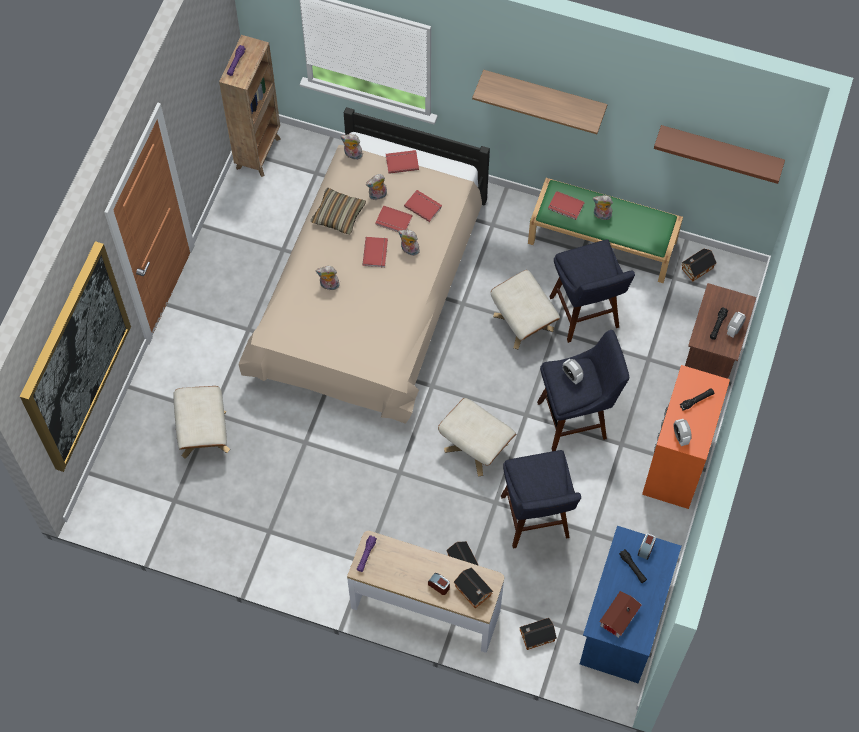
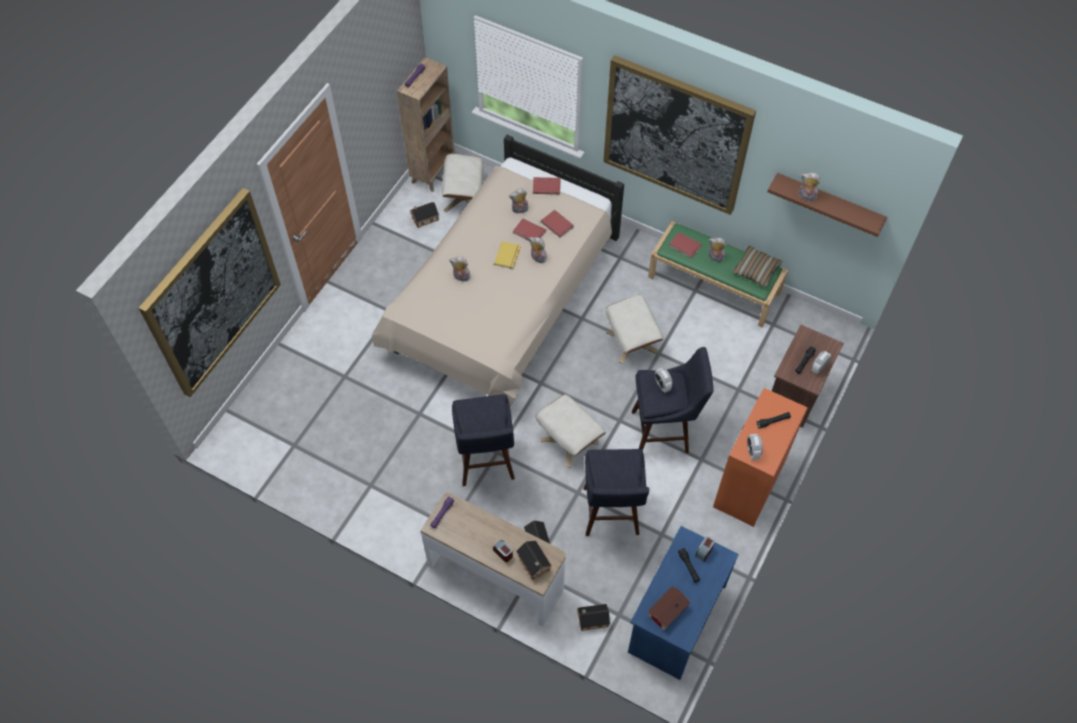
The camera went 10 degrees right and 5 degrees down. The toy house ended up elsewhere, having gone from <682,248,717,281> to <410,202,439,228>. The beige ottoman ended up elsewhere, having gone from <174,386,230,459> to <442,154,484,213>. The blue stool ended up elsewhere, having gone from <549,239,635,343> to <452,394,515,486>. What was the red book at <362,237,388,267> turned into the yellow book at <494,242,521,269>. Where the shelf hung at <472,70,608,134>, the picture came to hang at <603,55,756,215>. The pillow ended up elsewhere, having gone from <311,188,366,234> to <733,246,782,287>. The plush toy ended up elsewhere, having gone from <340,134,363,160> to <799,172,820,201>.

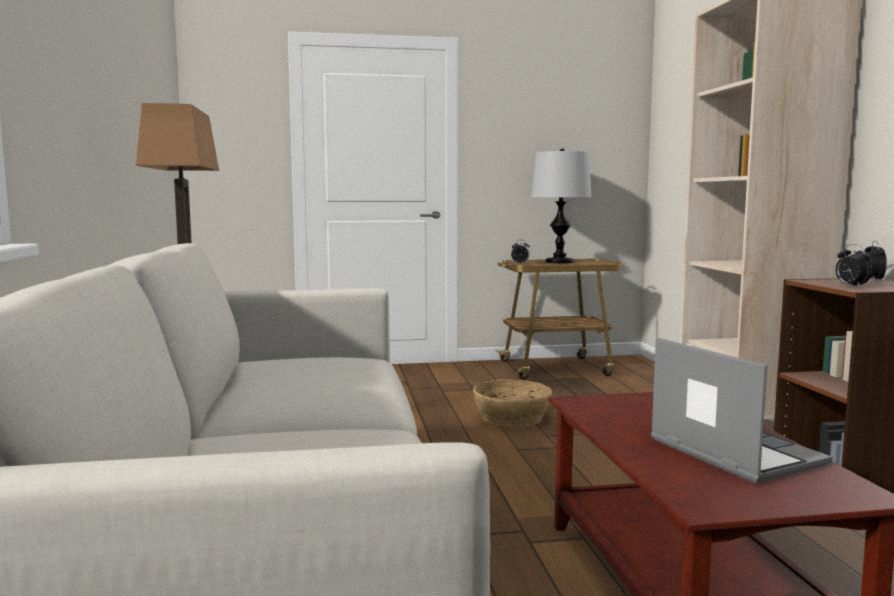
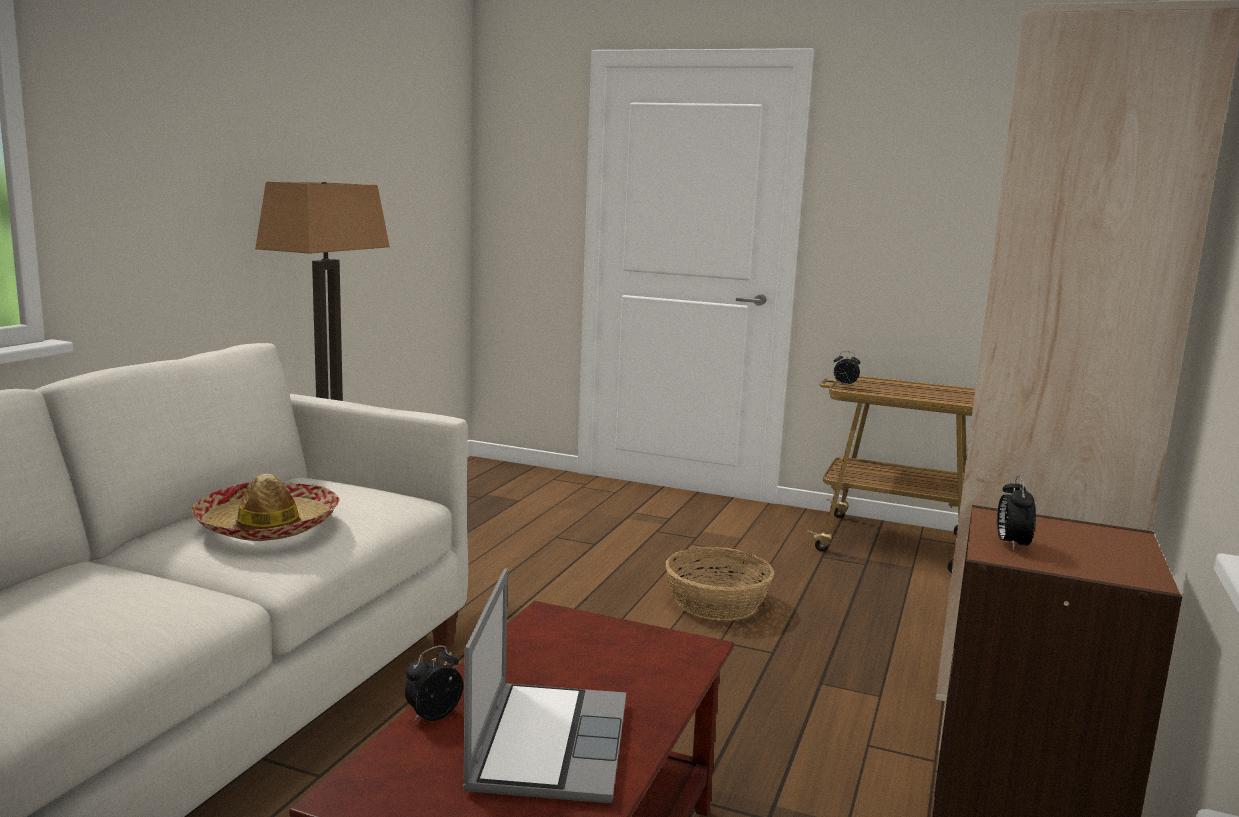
The camera went 30 degrees right and 5 degrees up. The second view gained the hat at <192,473,340,541>. The alarm clock ended up elsewhere, having gone from <865,241,887,281> to <405,645,463,722>. The second view lost the table lamp at <531,148,592,263>.

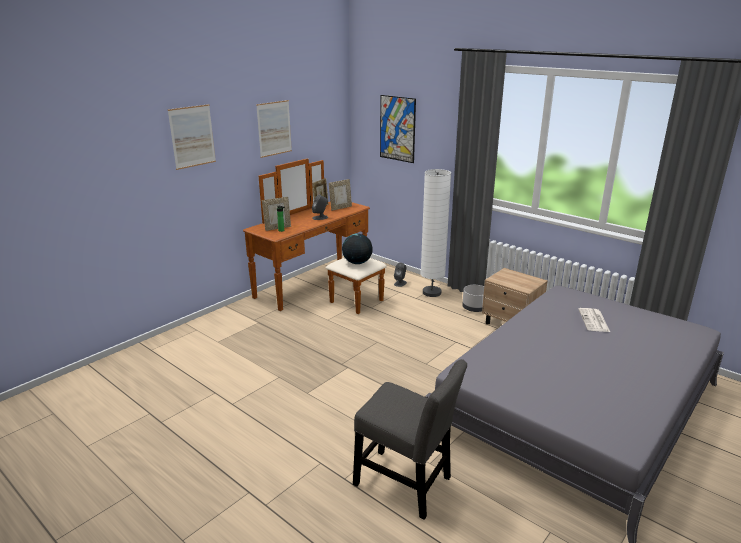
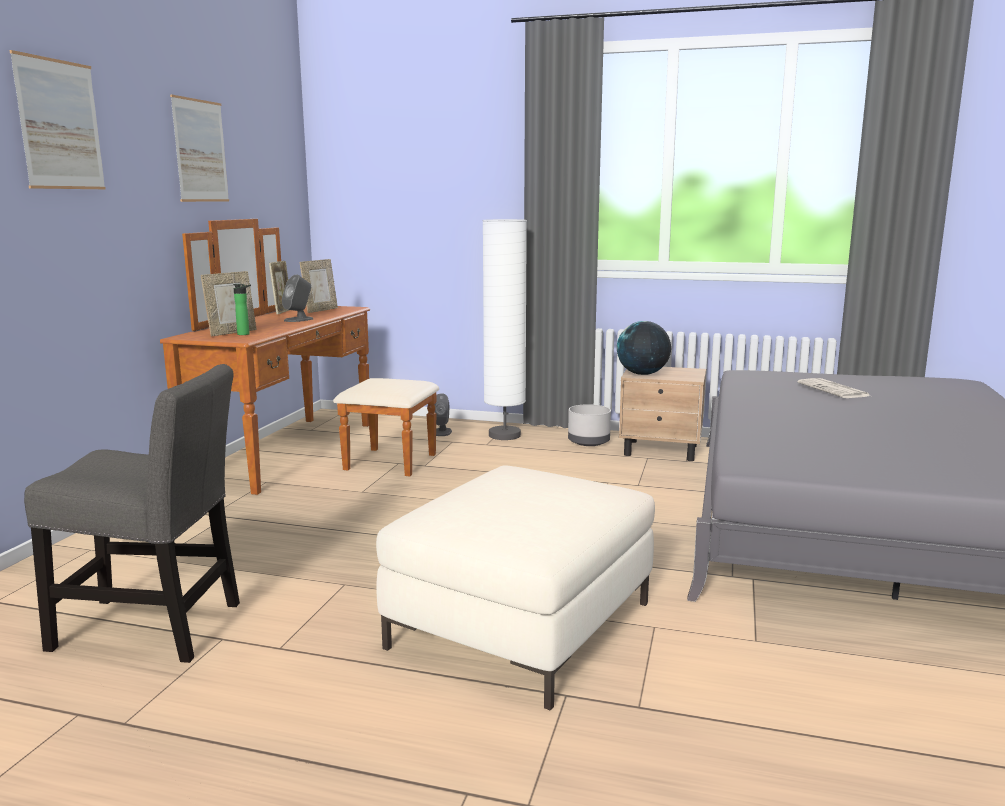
The camera went 25 degrees left and 10 degrees down. The grey chair ended up elsewhere, having gone from <353,359,467,520> to <24,364,240,663>. The second view gained the white ottoman at <376,465,655,710>. The globe ended up elsewhere, having gone from <342,234,373,264> to <617,321,671,375>. The second view lost the picture at <380,95,416,163>.

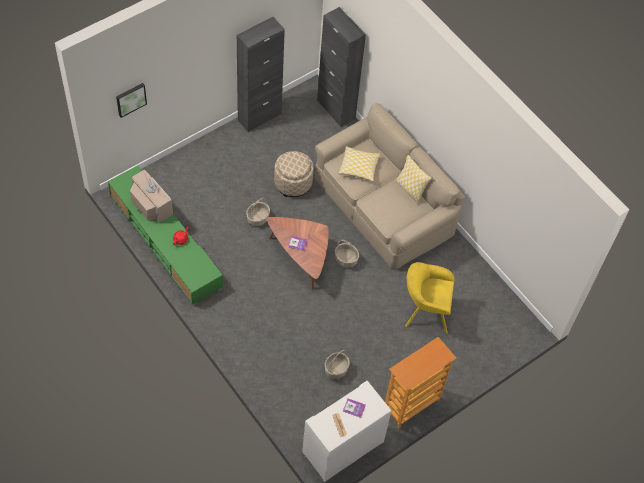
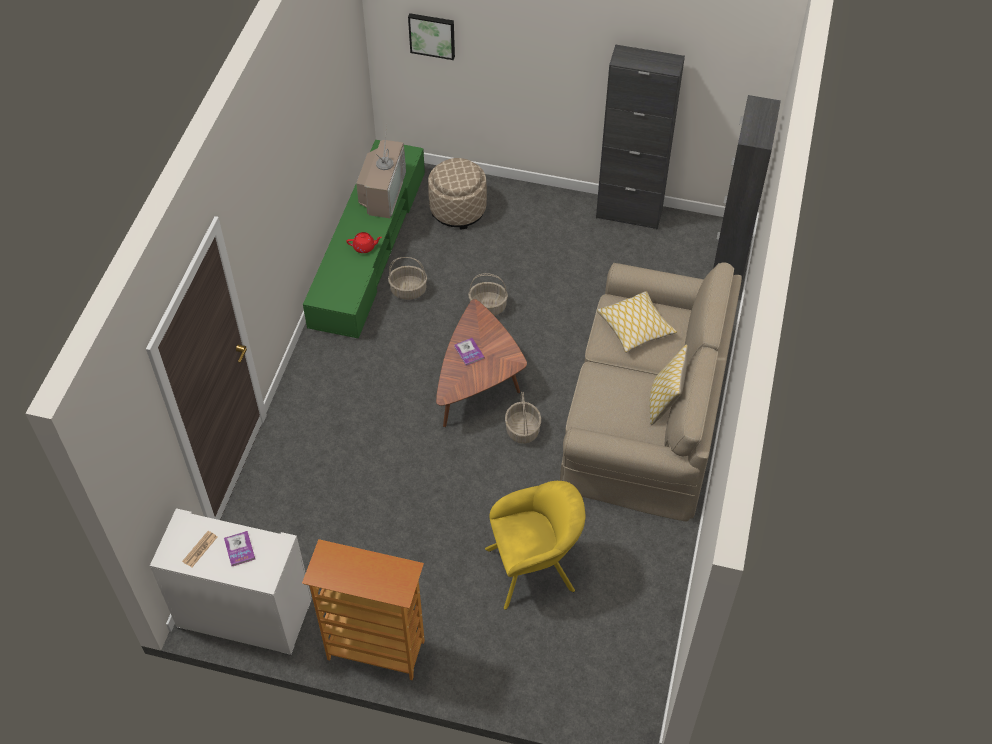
The camera went 55 degrees right and 5 degrees down. The basket ended up elsewhere, having gone from <325,350,350,379> to <388,257,427,300>. The beige ottoman ended up elsewhere, having gone from <274,151,314,197> to <428,158,487,230>. The yellow armchair at <405,262,454,334> ended up facing another way, 105 degrees clockwise from before.

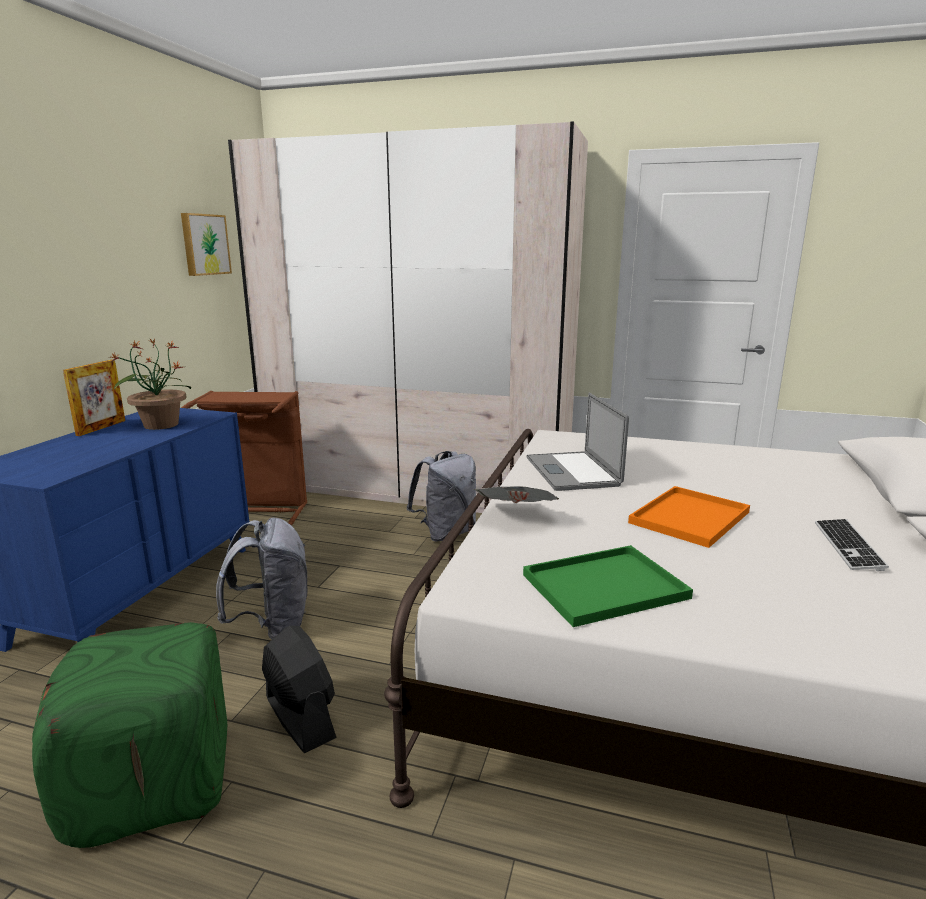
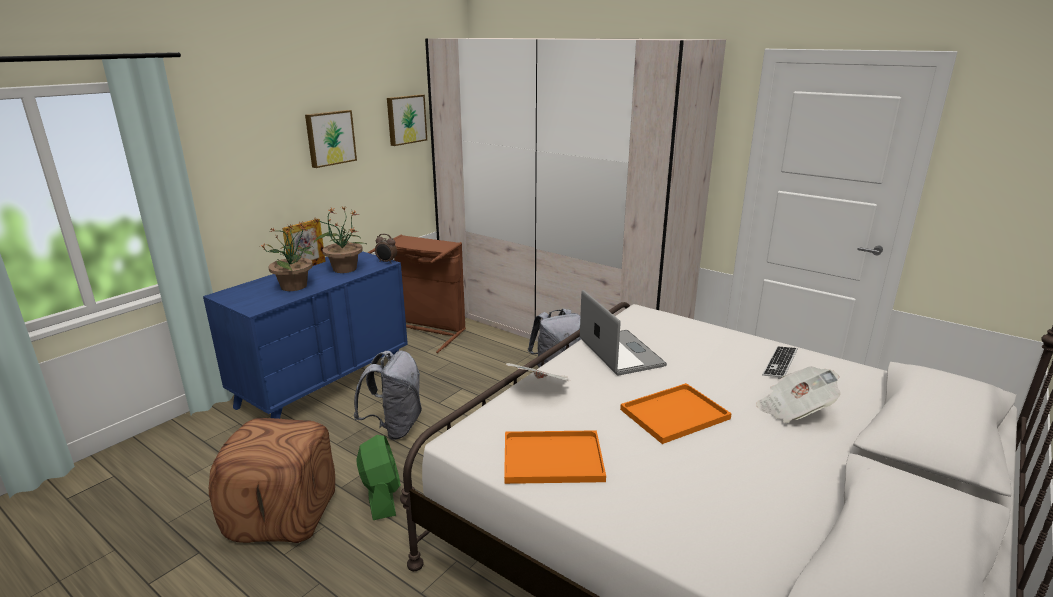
The camera went 20 degrees right and 5 degrees up. What was the green ottoman at <32,622,227,848> turned into the brown ottoman at <209,418,335,543>. The second view gained the potted plant at <260,220,314,291>. The second view gained the picture at <305,110,357,168>. What was the black fan at <262,626,337,753> turned into the green fan at <356,435,401,520>. The second view gained the alarm clock at <375,234,397,264>. What was the green tray at <523,545,693,627> turned into the orange tray at <504,430,606,484>. The laptop at <526,393,629,491> ended up facing another way, 150 degrees clockwise from before. The second view gained the newspaper at <756,366,840,423>. The keyboard ended up elsewhere, having gone from <815,519,889,571> to <762,347,798,379>.

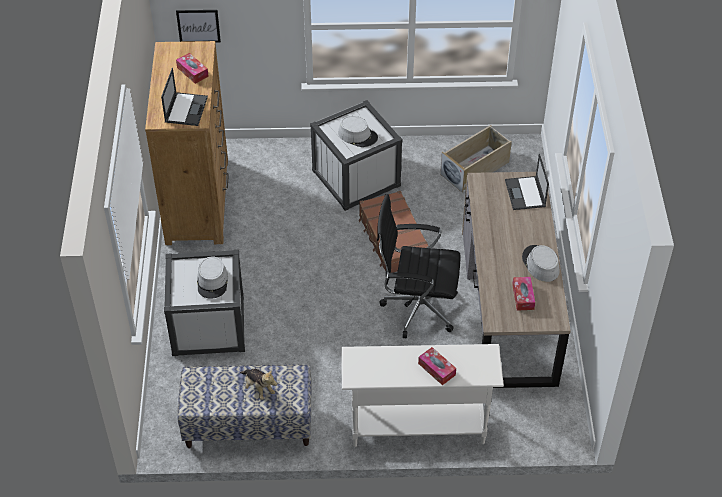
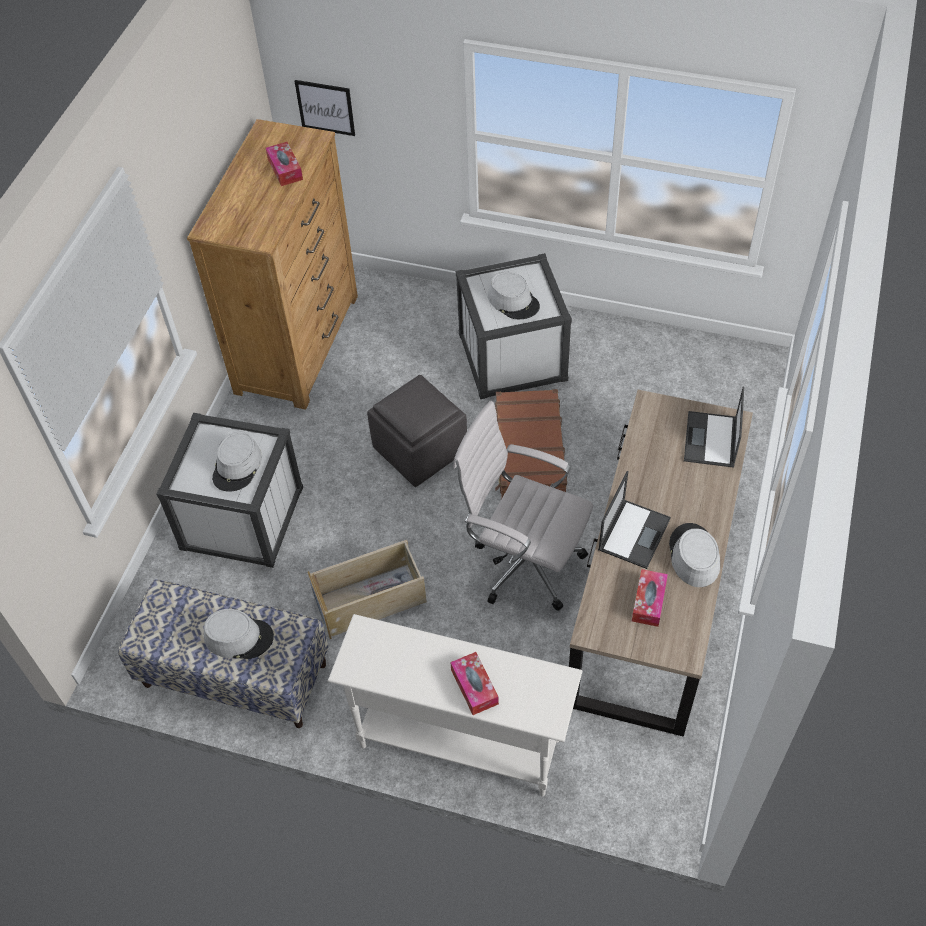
The camera went 20 degrees right and 5 degrees up. Where the plush toy stood at <240,369,277,400>, the grey hat came to stand at <204,609,274,659>. The beige storage box ended up elsewhere, having gone from <440,125,512,193> to <307,540,427,639>. The second view gained the grey ottoman at <367,375,467,487>. What was the black office chair at <377,194,461,338> turned into the white office chair at <453,401,593,610>. The laptop ended up elsewhere, having gone from <161,68,208,126> to <598,471,671,569>.

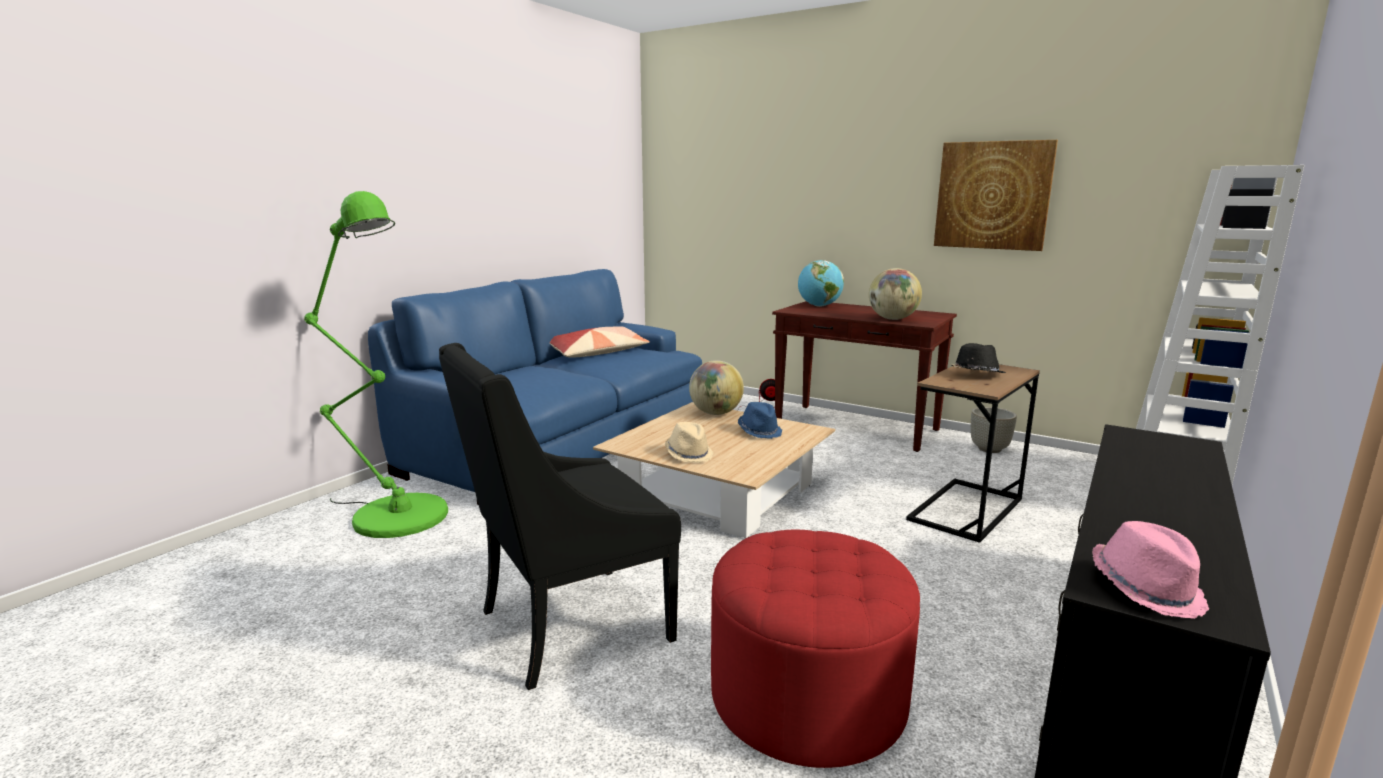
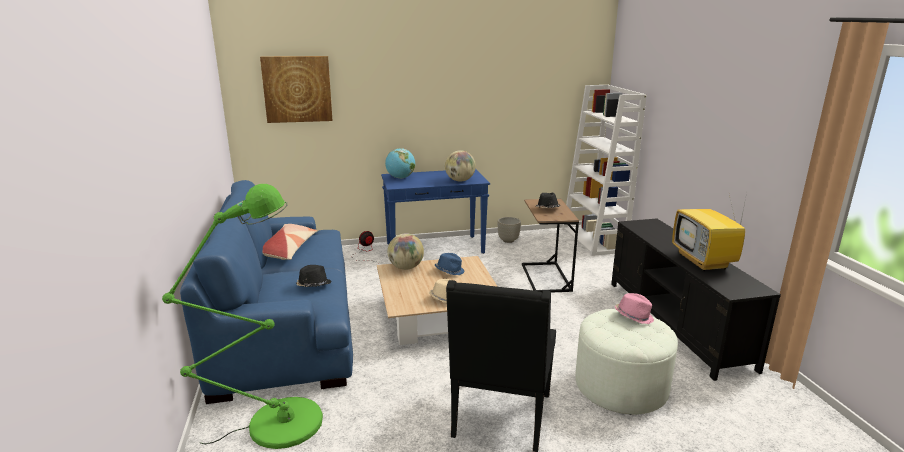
The camera went 45 degrees left and 5 degrees up. The picture ended up elsewhere, having gone from <934,140,1058,251> to <260,56,333,123>. The second view gained the black hat at <296,265,332,287>. What was the brown console table at <772,301,957,452> turned into the blue console table at <381,169,490,254>. What was the red ottoman at <711,530,920,768> turned into the white ottoman at <575,309,678,415>. The pink hat ended up elsewhere, having gone from <1092,521,1209,619> to <615,293,654,324>. The second view gained the television at <672,193,747,271>.

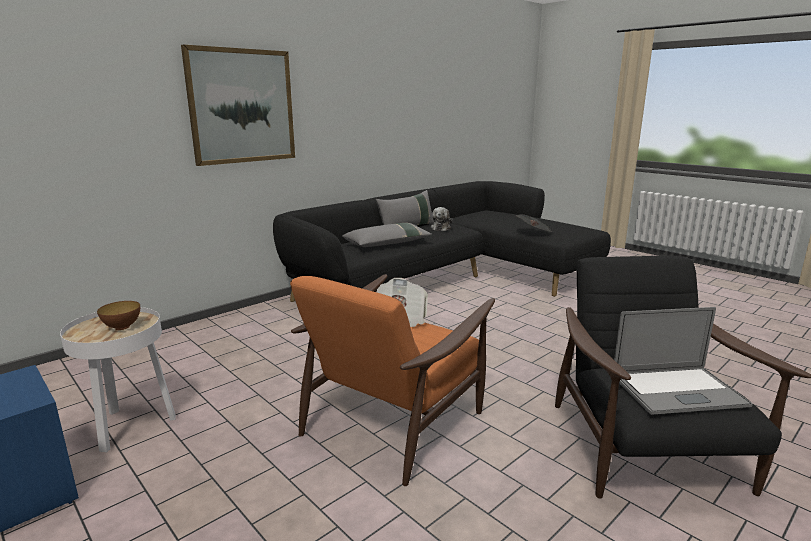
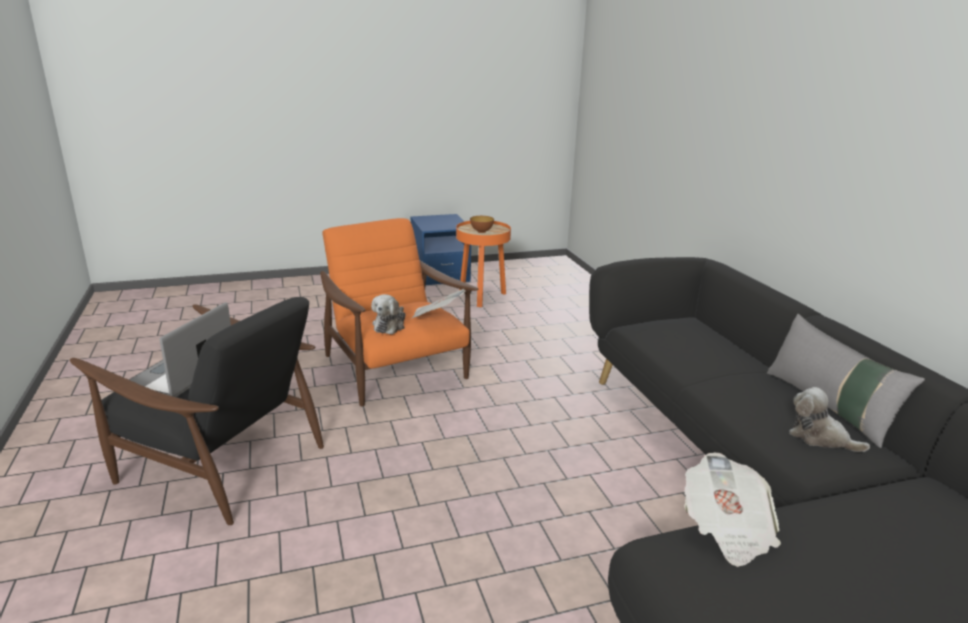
The camera went 115 degrees right and 5 degrees up. The second view gained the plush toy at <371,294,406,334>. What was the white side table at <60,307,176,452> turned into the orange side table at <456,221,511,307>. The second view lost the picture at <181,45,295,166>. The second view lost the grey pillow at <342,223,432,247>.

